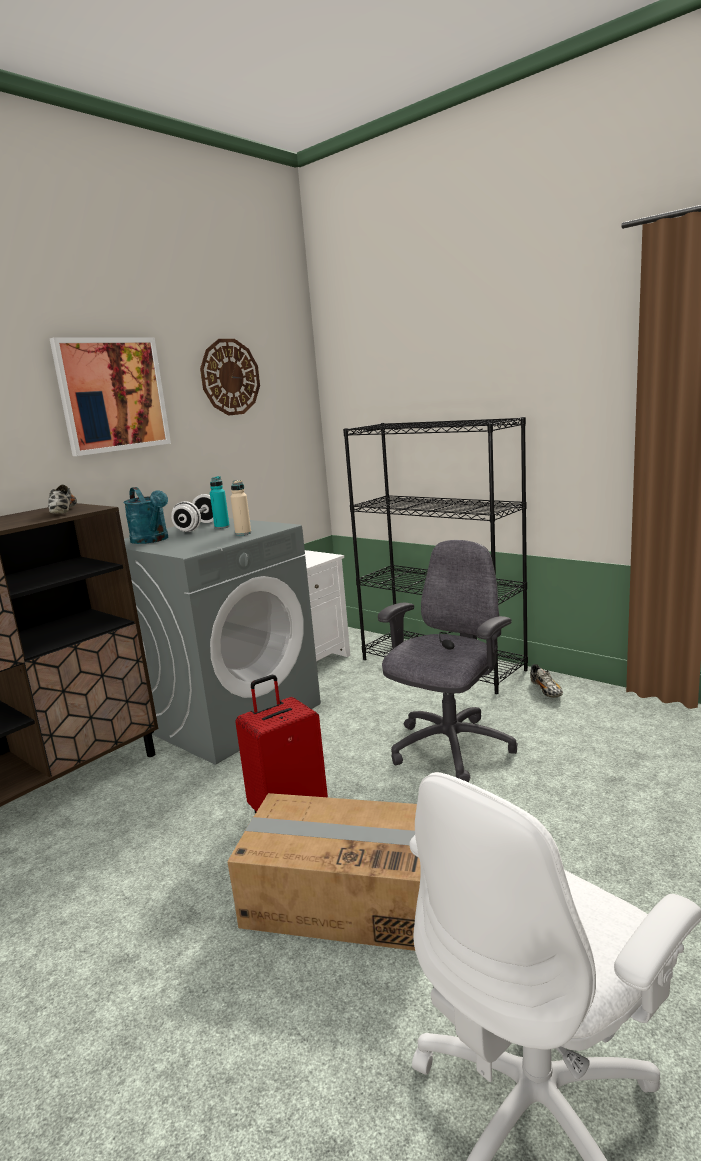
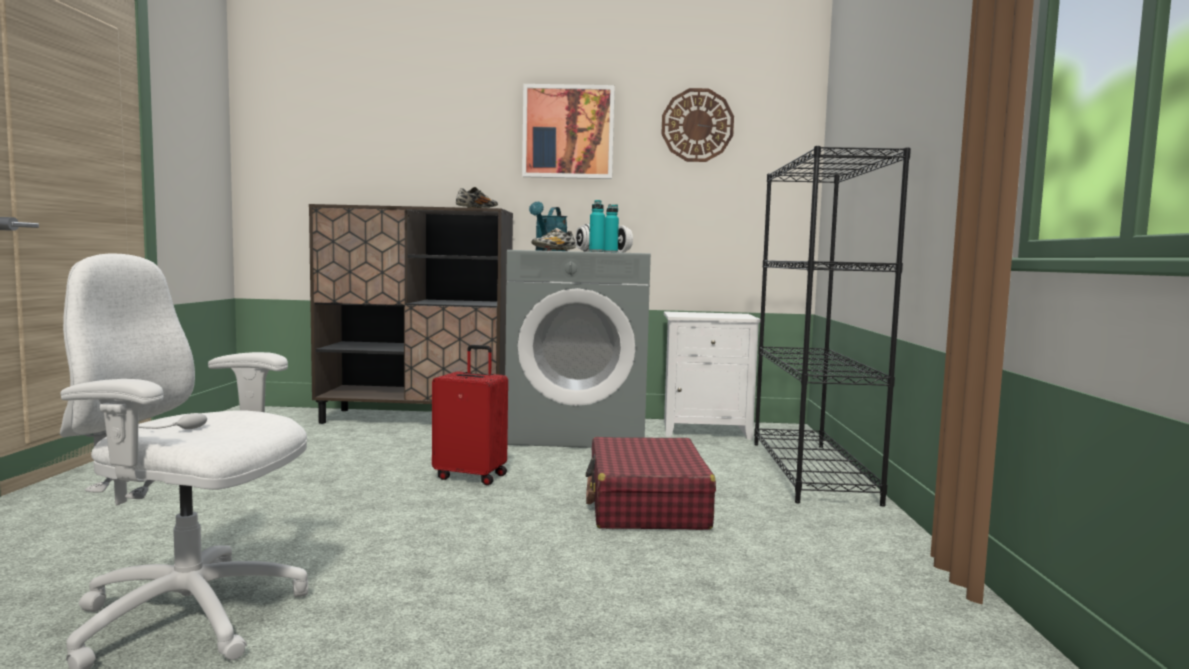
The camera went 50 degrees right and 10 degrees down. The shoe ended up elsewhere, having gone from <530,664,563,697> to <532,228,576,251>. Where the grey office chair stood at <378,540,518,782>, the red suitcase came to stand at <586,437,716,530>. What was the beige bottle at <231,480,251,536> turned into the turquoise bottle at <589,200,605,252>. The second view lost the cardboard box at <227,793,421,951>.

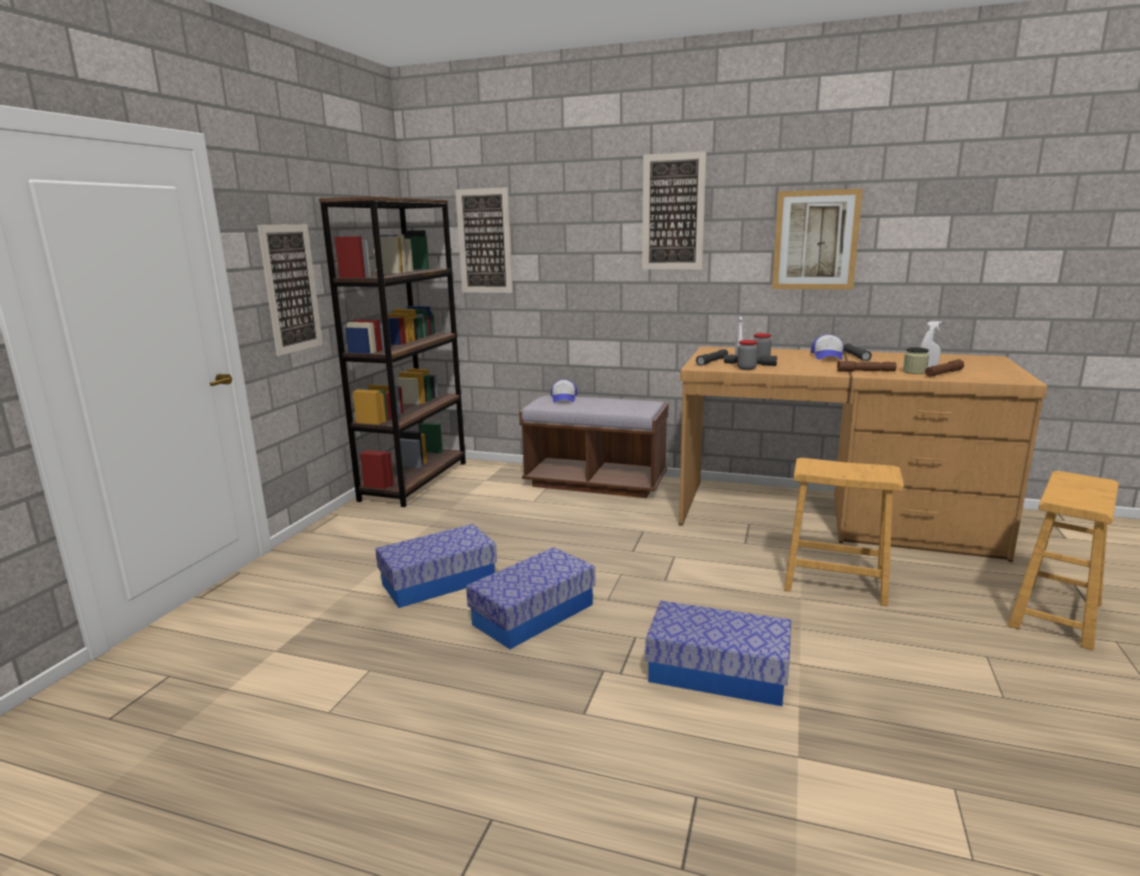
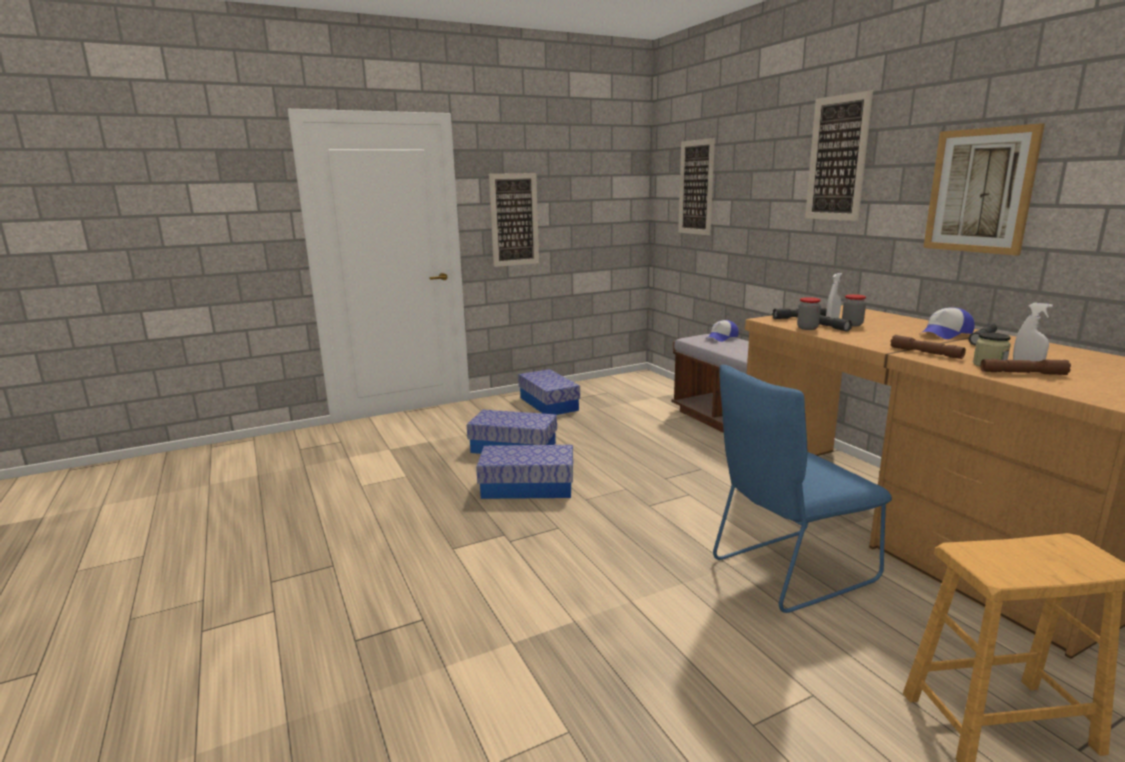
The camera went 45 degrees right and 0 degrees up. The storage box ended up elsewhere, having gone from <645,601,791,706> to <518,369,580,415>. Where the brown stool stood at <784,458,904,606>, the blue chair came to stand at <713,365,892,613>. The second view lost the brown bookcase at <319,196,466,507>.

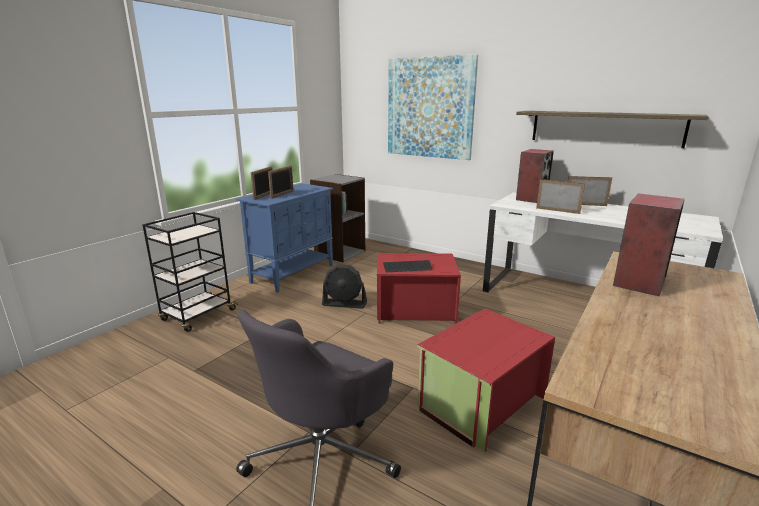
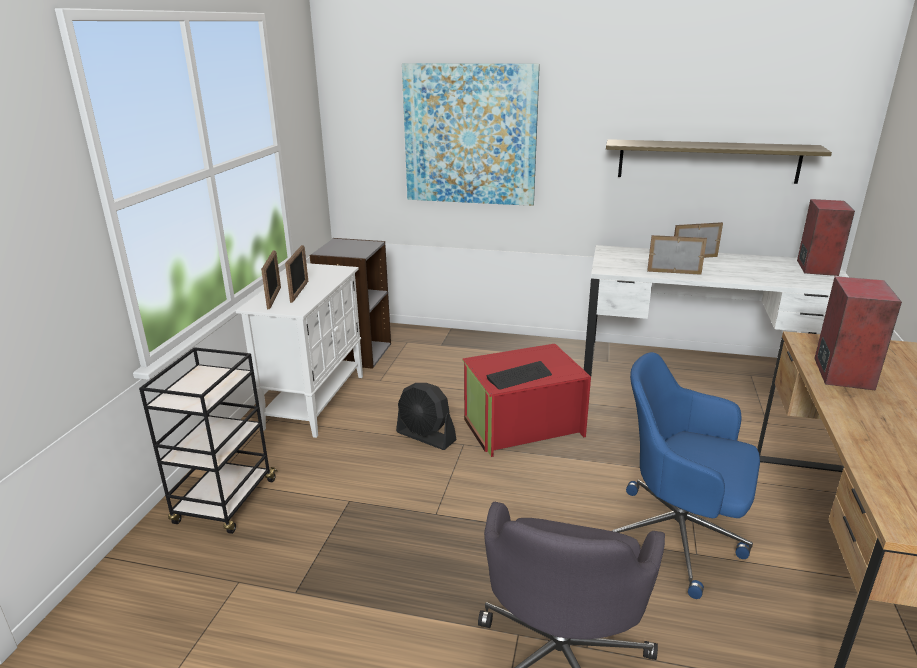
The camera went 20 degrees left and 5 degrees up. What was the blue cabinet at <236,183,333,293> turned into the white cabinet at <235,263,363,438>. The black fan at <322,264,367,309> ended up facing another way, 45 degrees clockwise from before. Where the red storage box stood at <417,309,555,452>, the blue office chair came to stand at <612,352,760,599>. The speaker ended up elsewhere, having gone from <516,149,554,203> to <797,199,855,276>.

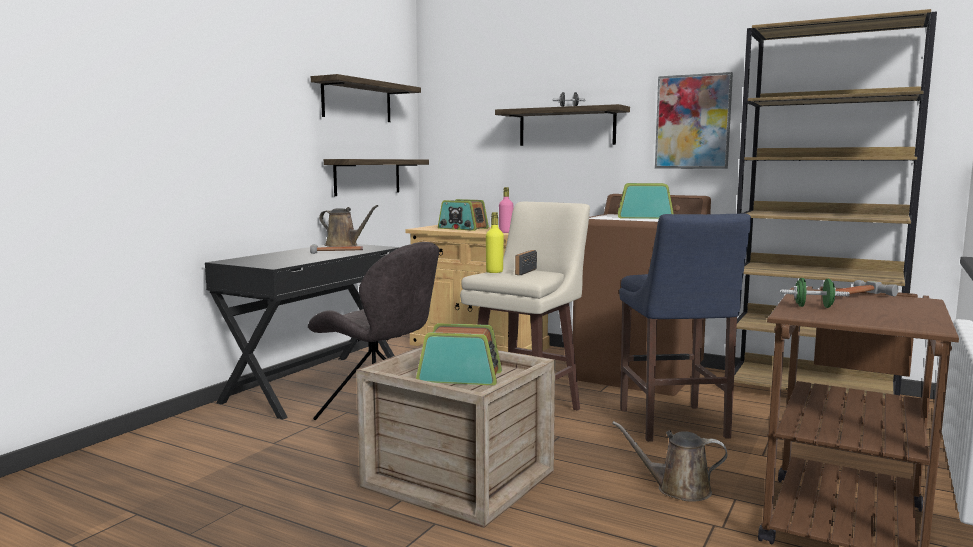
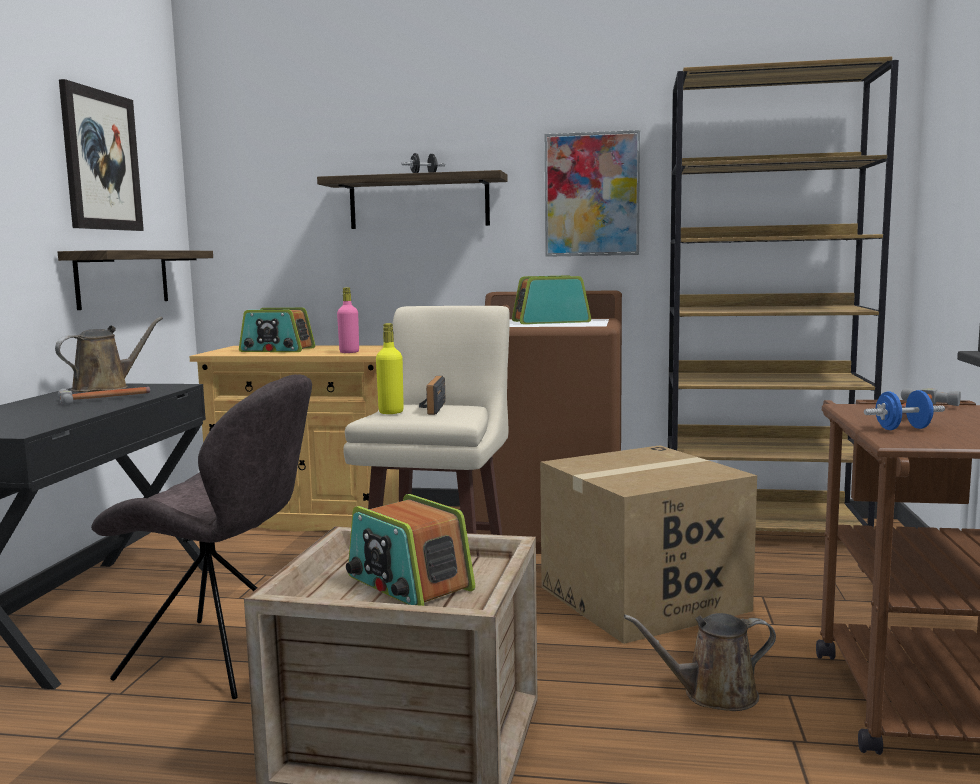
The camera went 20 degrees left and 0 degrees up. The brown watering can at <319,205,378,247> ended up facing another way, 60 degrees counterclockwise from before. Where the shelf hung at <311,74,421,122>, the picture came to hang at <59,79,144,231>. The radio at <416,323,502,385> ended up facing another way, 120 degrees counterclockwise from before. Where the blue stool stood at <619,214,751,442>, the cardboard box came to stand at <540,445,757,644>. What was the green dumbbell at <781,278,850,308> turned into the blue dumbbell at <864,390,945,430>.

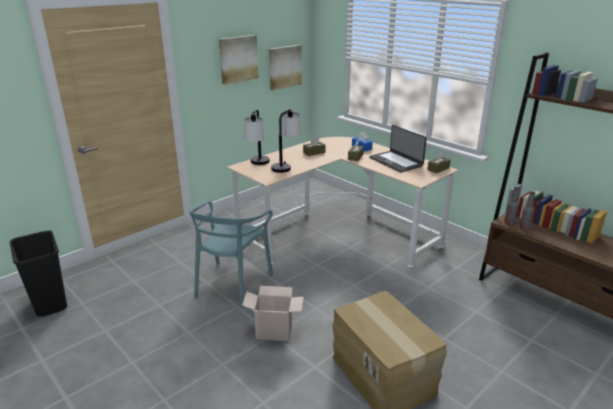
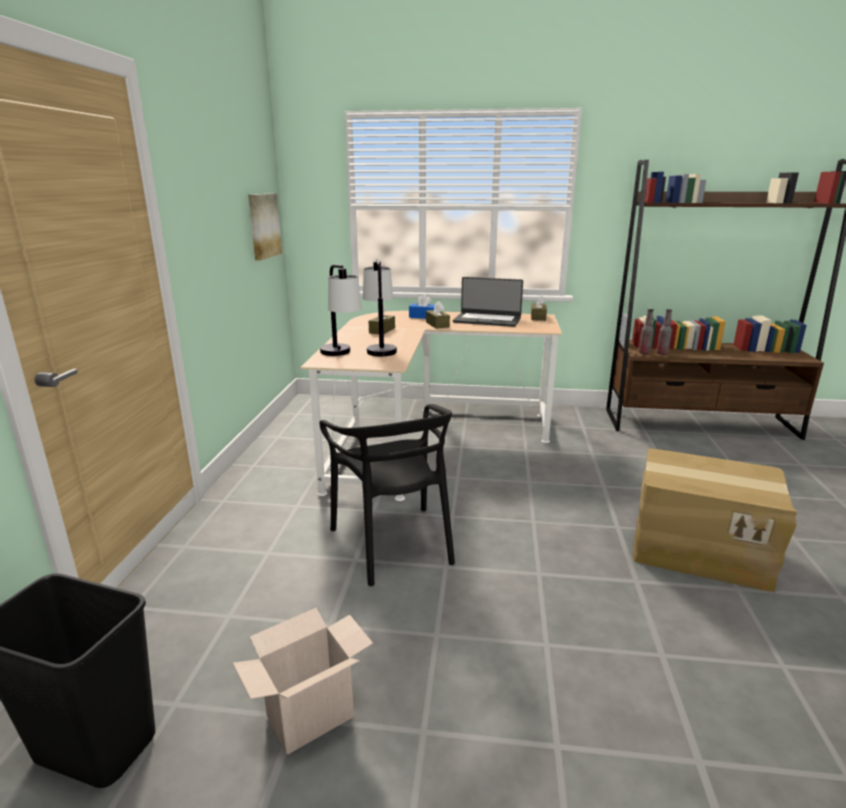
The camera went 40 degrees left and 5 degrees down. The cardboard box ended up elsewhere, having gone from <242,286,304,341> to <233,608,373,755>. What was the turquoise chair at <189,201,273,308> turned into the black chair at <320,404,455,586>. The second view lost the picture at <219,35,259,85>.

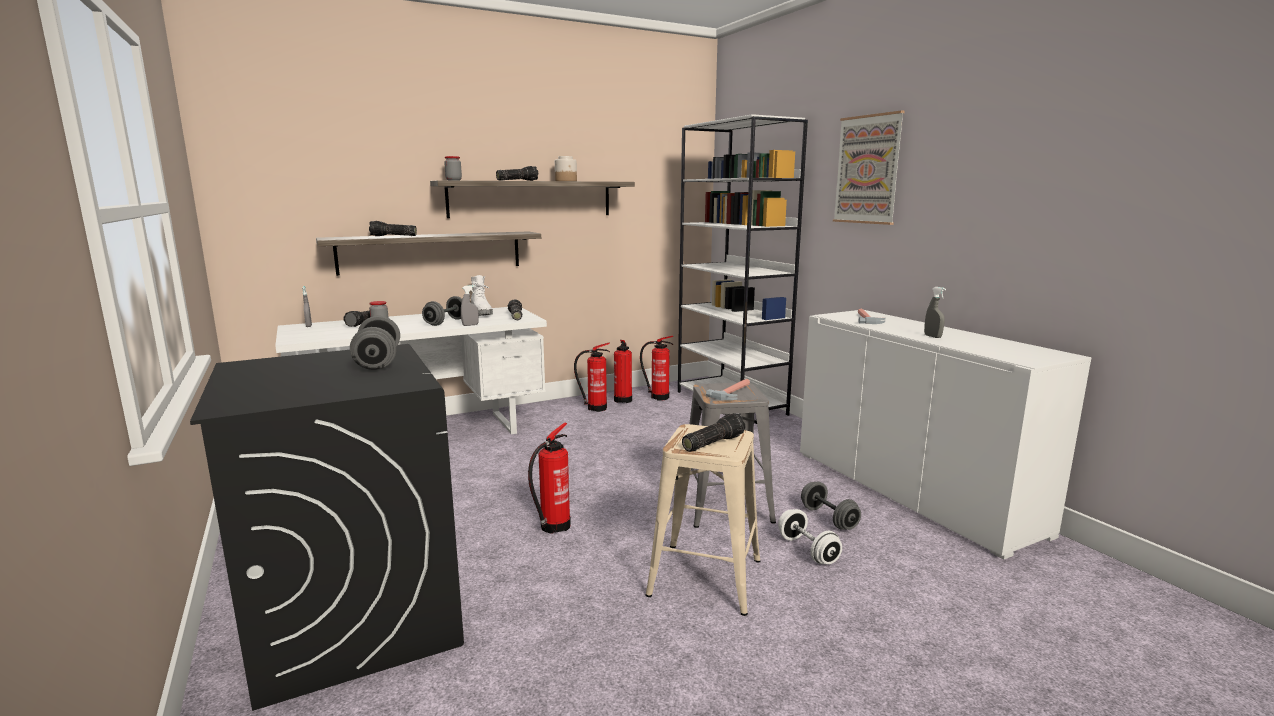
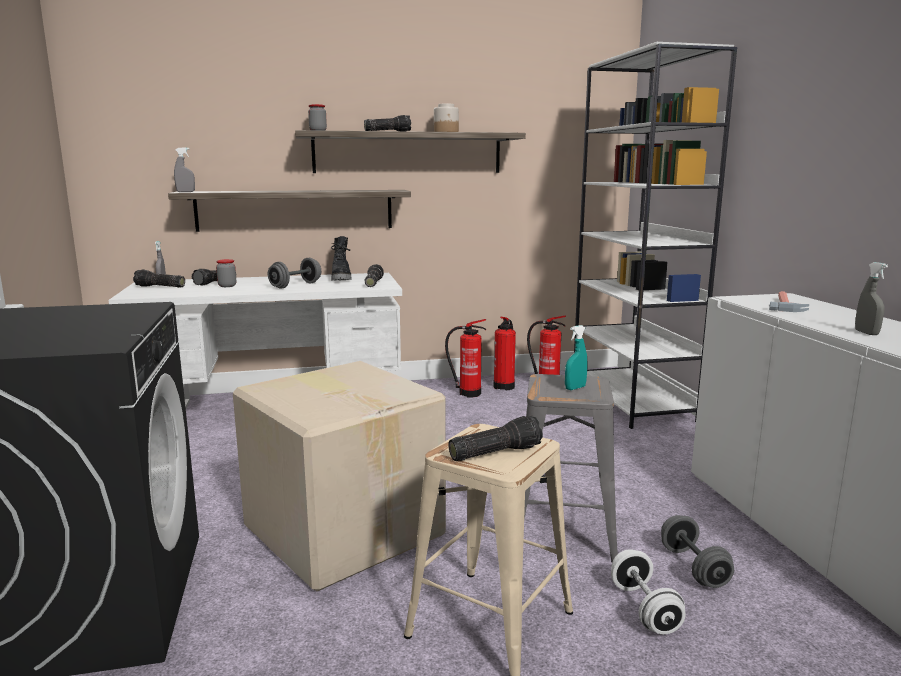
The camera went 15 degrees right and 0 degrees up. The flashlight ended up elsewhere, having gone from <369,221,417,236> to <133,269,185,288>. The grey spray bottle ended up elsewhere, having gone from <461,285,479,326> to <174,148,195,192>. Where the fire extinguisher stood at <528,423,571,534>, the cardboard box came to stand at <233,361,446,591>. What was the white boot at <471,275,493,316> turned into the black boot at <331,236,352,281>. Where the hammer stood at <706,379,750,401>, the turquoise spray bottle came to stand at <565,325,588,390>. The second view lost the grey dumbbell at <350,316,400,370>. The second view lost the picture at <833,110,905,225>.

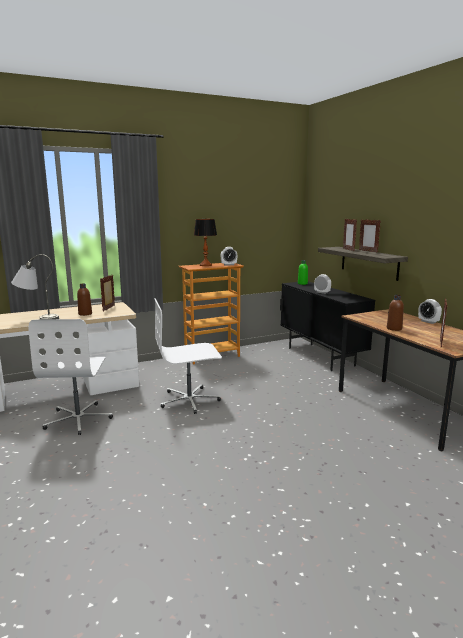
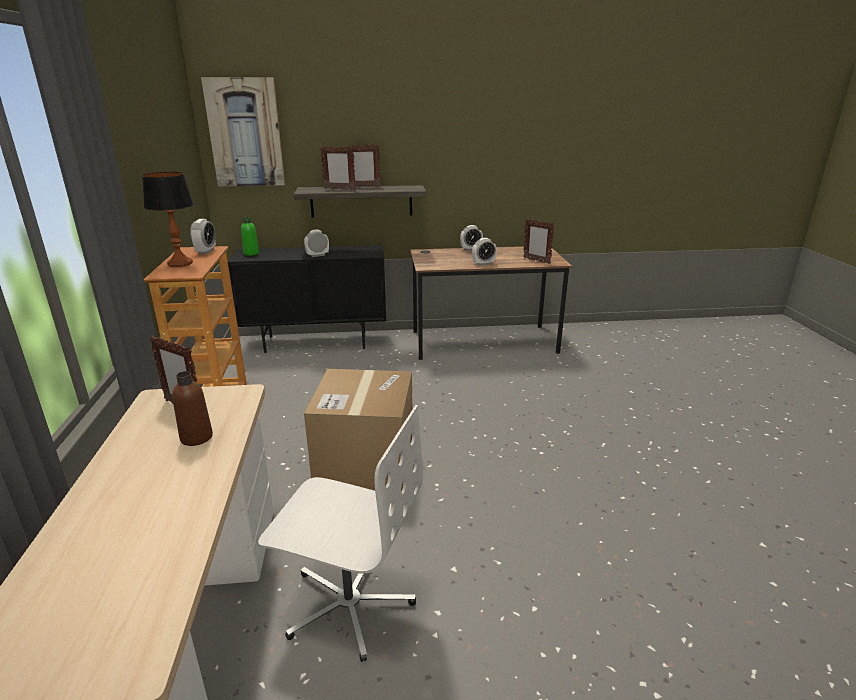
The camera went 70 degrees left and 10 degrees up. The second view gained the picture at <201,77,285,186>. Where the white office chair stood at <154,298,222,414>, the cardboard box came to stand at <304,369,412,492>. Where the brown bottle stood at <387,295,404,331>, the alarm clock came to stand at <472,238,497,266>. The second view lost the grey table lamp at <11,254,59,320>.

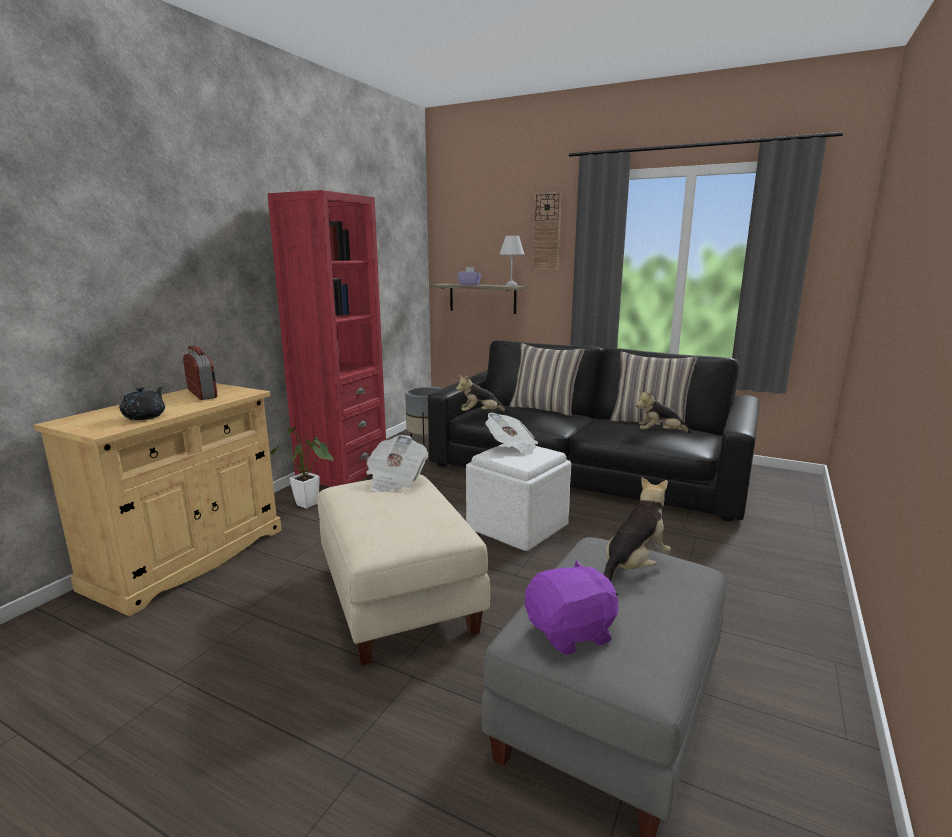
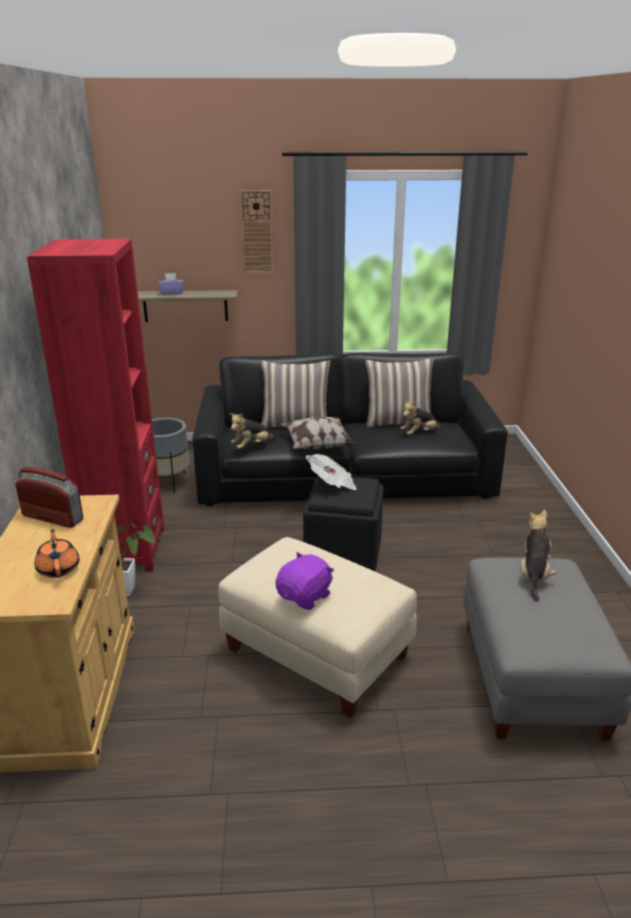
The camera went 30 degrees left and 10 degrees up. What was the black teapot at <119,387,165,420> turned into the orange teapot at <35,529,79,578>. The purple plush toy ended up elsewhere, having gone from <525,560,618,655> to <275,552,334,610>. The second view gained the pillow at <280,417,356,450>. What was the white ottoman at <466,444,571,551> turned into the black ottoman at <303,477,384,571>. The second view lost the newspaper at <366,435,428,492>. The second view lost the white table lamp at <500,236,524,286>.

